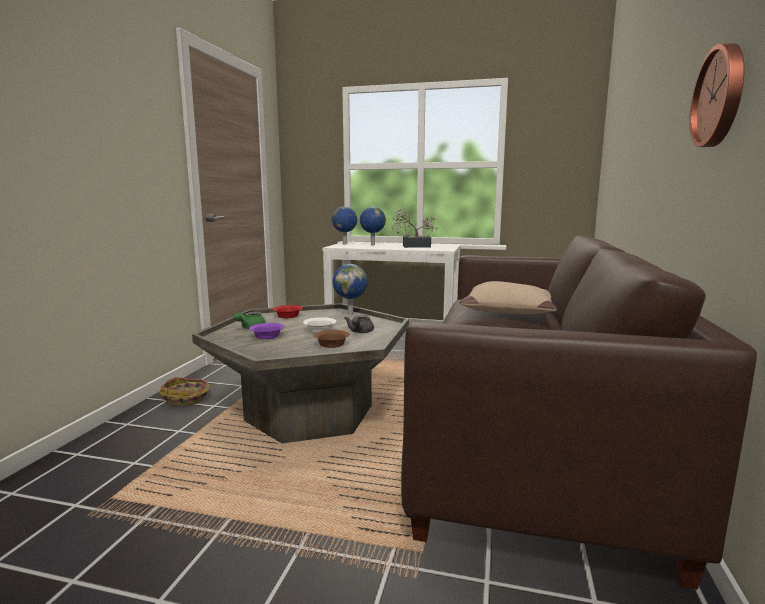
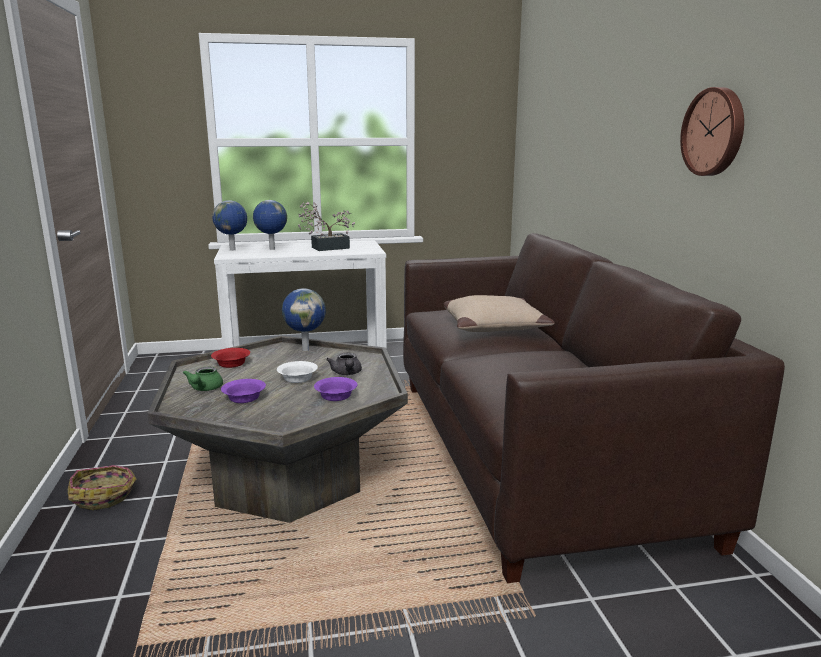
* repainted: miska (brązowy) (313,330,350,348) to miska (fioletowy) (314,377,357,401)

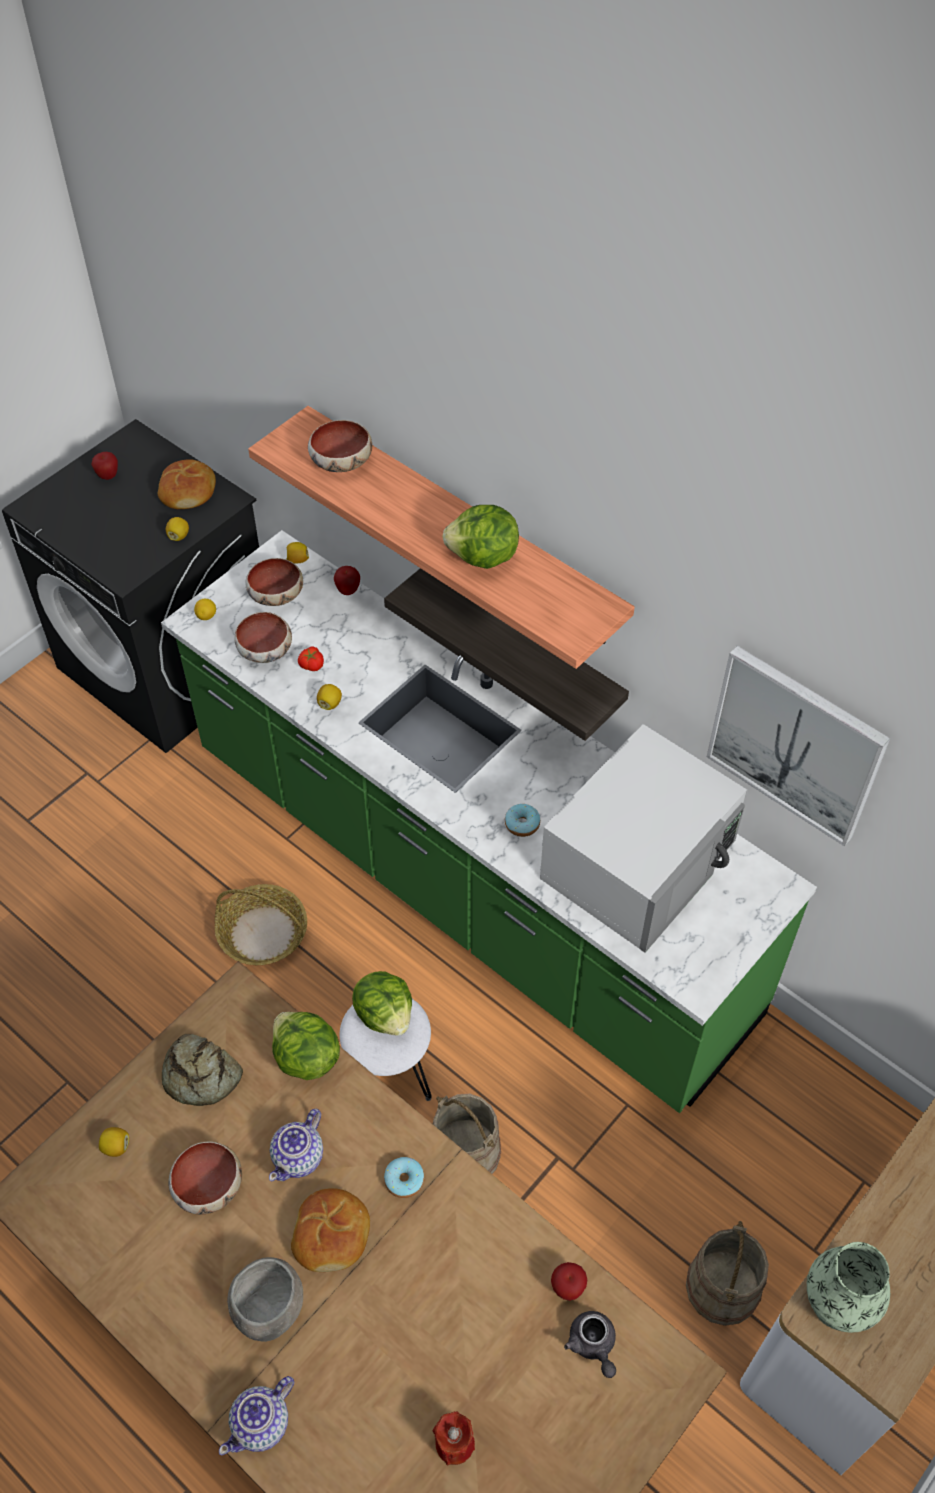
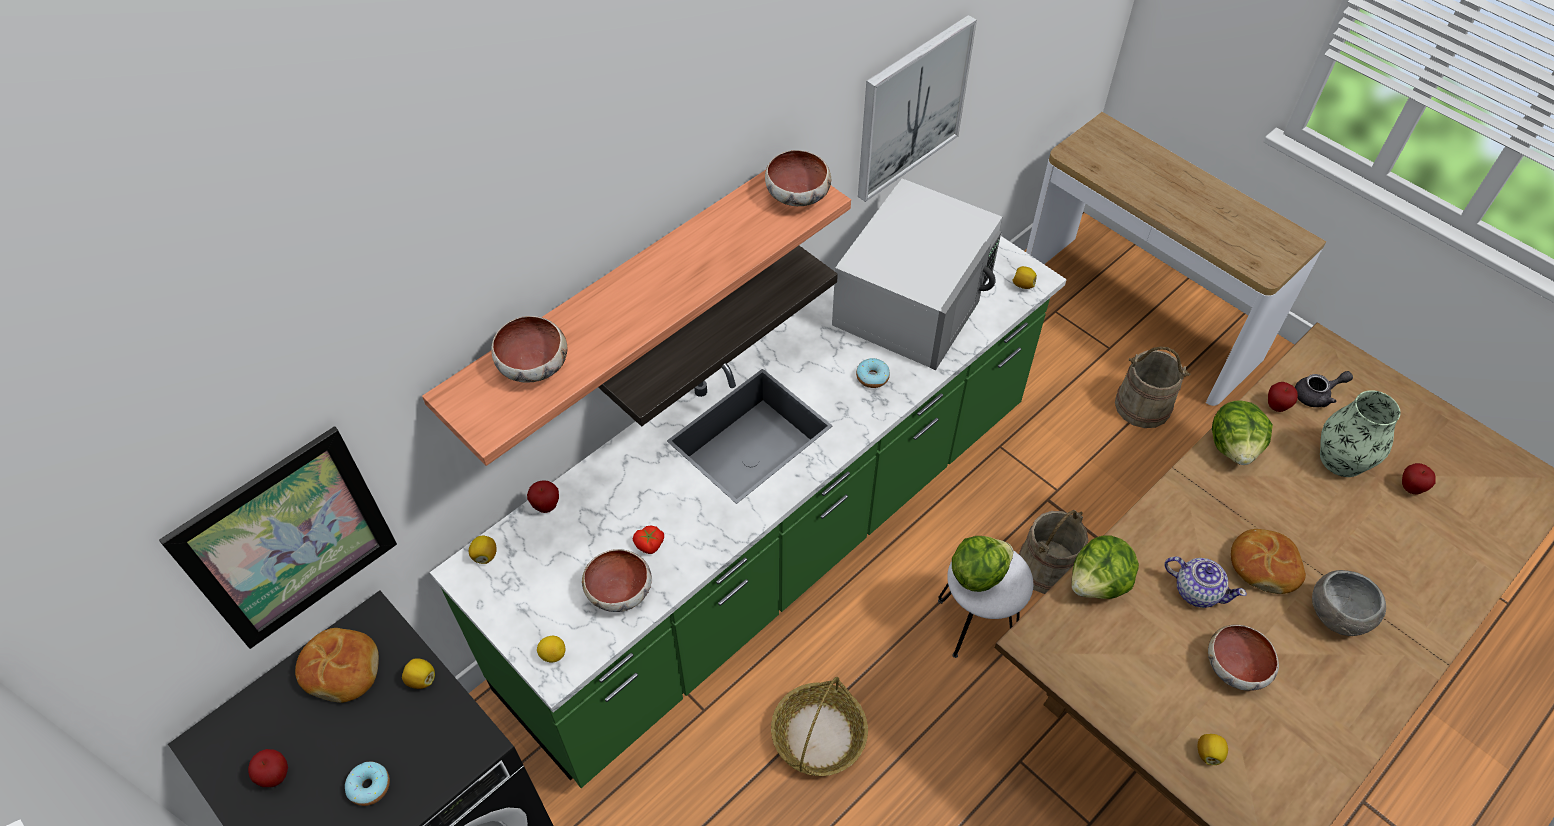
* gone: chleb (162,1034,243,1106)
* gone: imbryk (219,1376,294,1455)
* shifted: miska (245,558,303,606) to (765,150,831,206)
* shifted: cytryna (317,684,342,710) to (1013,266,1037,289)
* shifted: donut (384,1157,424,1198) to (345,762,390,806)
* swapped: świeca (czerwony) (433,1411,475,1466) to jabłko (1402,463,1436,494)
* shifted: sałata (442,505,519,569) to (1212,400,1273,465)
* rotated: mikrofalówka (biały) (540,724,747,953) = (832,178,1002,370) 75 degrees clockwise
* shifted: wazon (807,1242,890,1333) to (1320,390,1401,477)
* new: obraz (159,426,397,649)

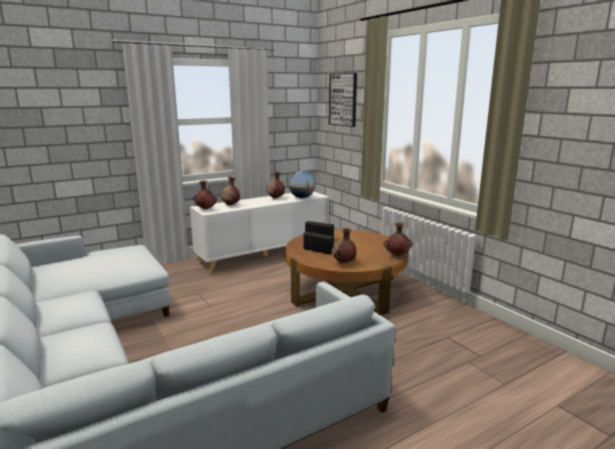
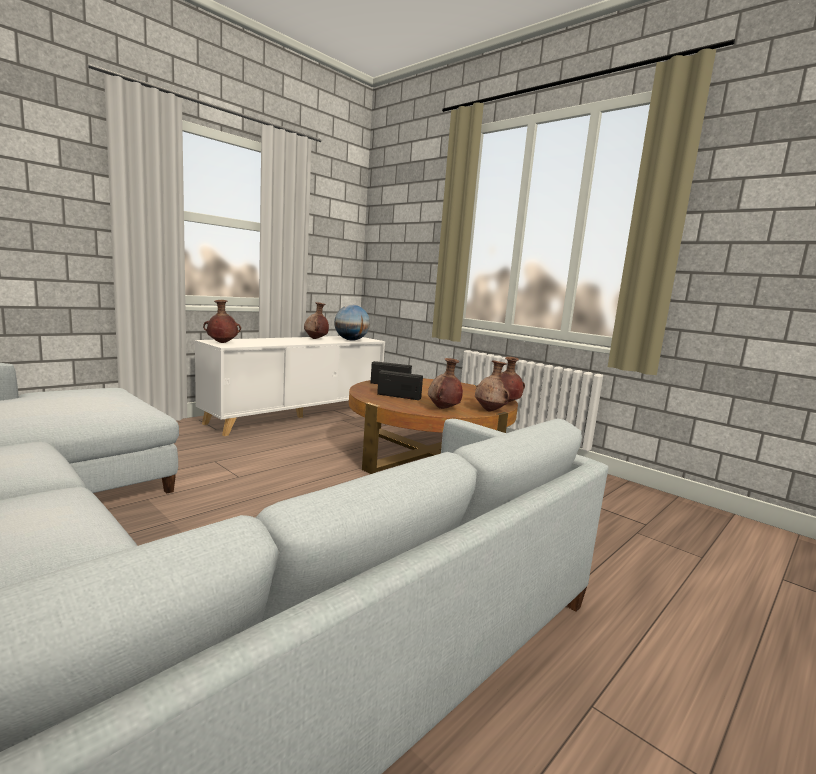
* shifted: wazon (brązowy) (221,177,240,206) to (475,360,510,412)
* gone: obraz (329,73,357,127)

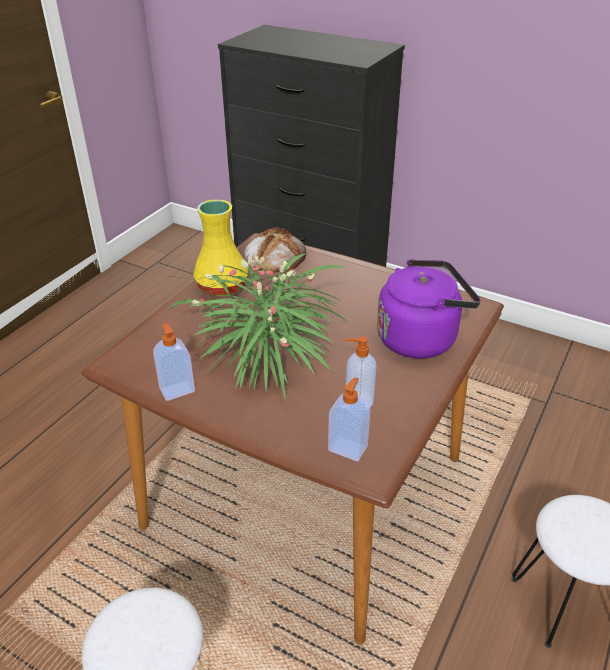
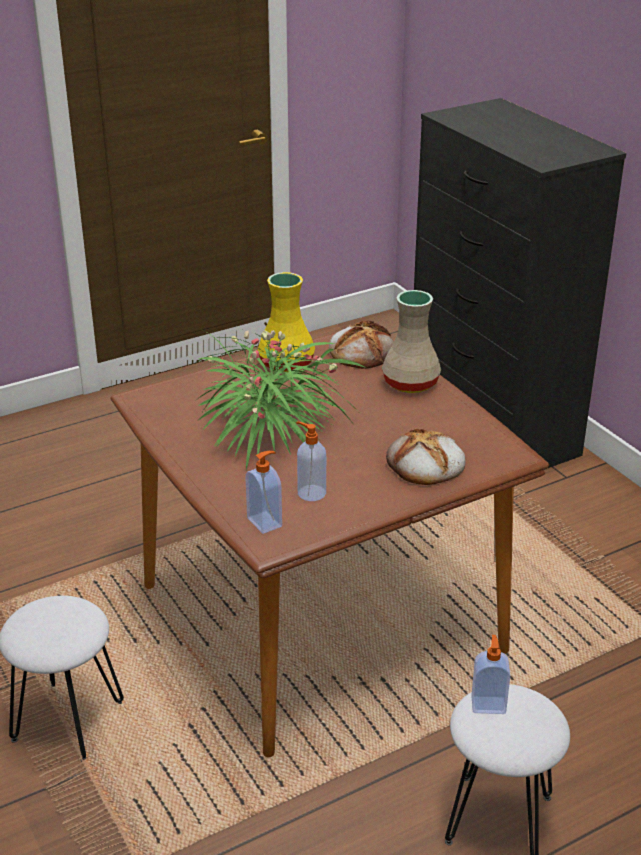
* shifted: dozownik mydła (153,323,195,401) to (471,635,510,714)
* swapped: czajnik (fioletowy) (377,259,481,359) to chleb (386,429,466,485)
* new: wazon (beżowy) (382,290,441,393)

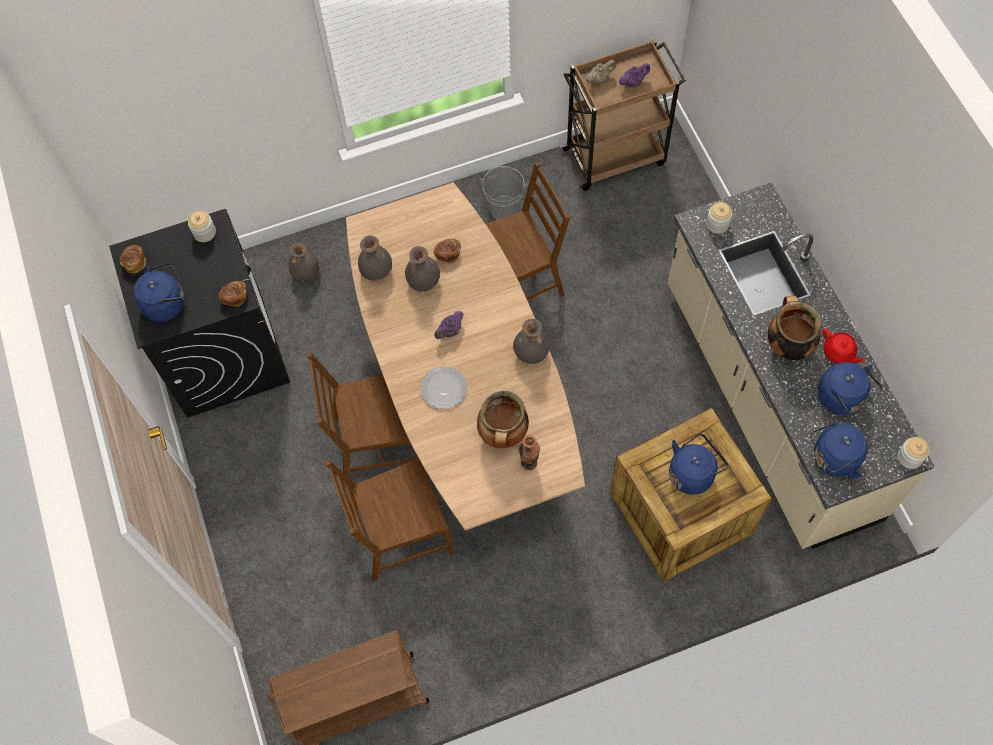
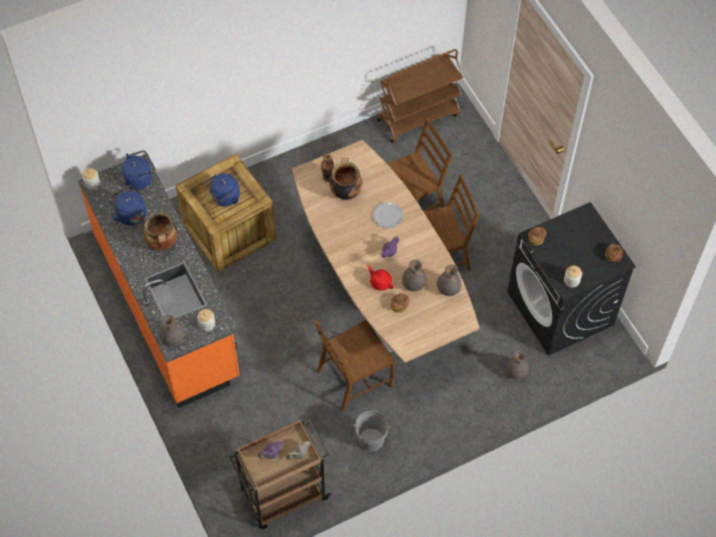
* gone: czajnik (niebieski) (133,263,184,322)
* shifted: wazon (szary) (513,319,549,364) to (159,315,185,347)
* repainted: zabudowa kuchenna (beżowy) (668,182,934,549) to zabudowa kuchenna (pomarańczowy) (78,154,239,408)
* shifted: imbryk (czerwony) (822,329,865,364) to (367,265,394,291)

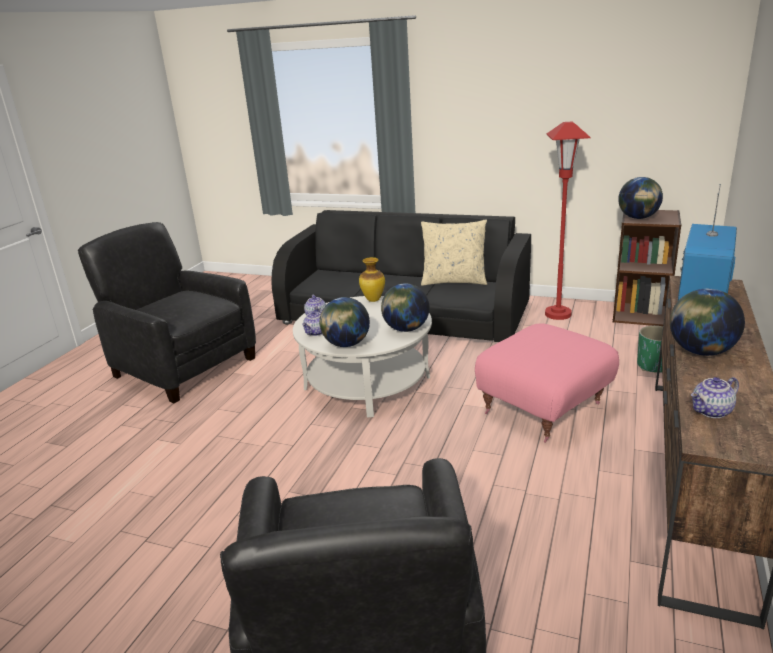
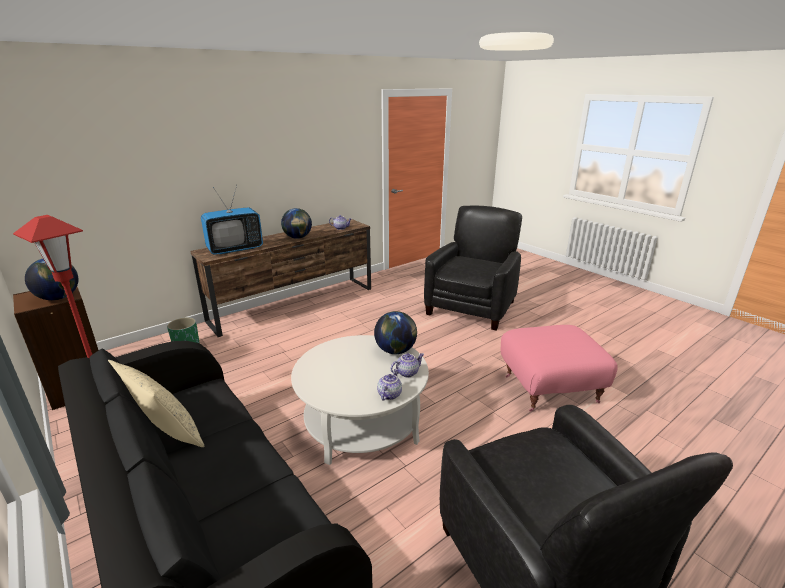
* gone: wazon (359,257,385,302)
* gone: globus (381,283,430,332)
* shifted: pufa (różowy) (475,324,619,443) to (501,325,618,412)

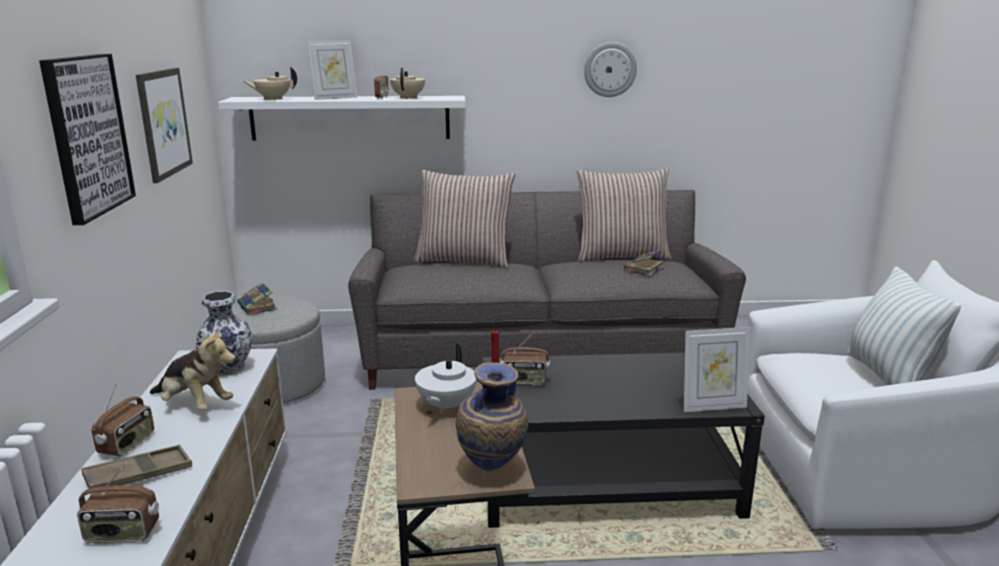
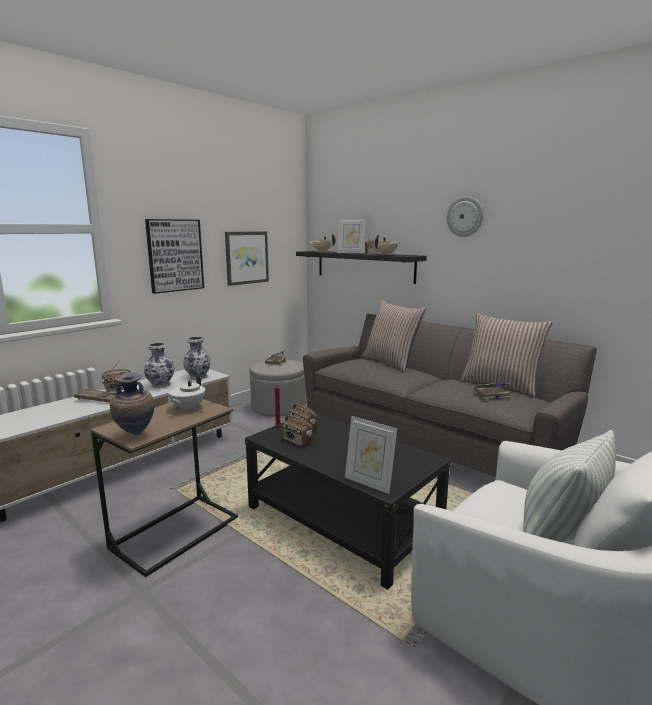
* shifted: radio (77,463,159,543) to (282,408,313,446)
* swapped: pluszak (150,326,236,411) to wazon (144,343,175,388)
* repainted: półka (biały) (218,96,465,141) to półka (czarny) (296,251,427,284)
* rotated: imbryk (biały) (415,343,477,414) = (169,373,205,411) 45 degrees counterclockwise
* shifted: zegar ścienny (584,42,637,97) to (447,196,483,237)

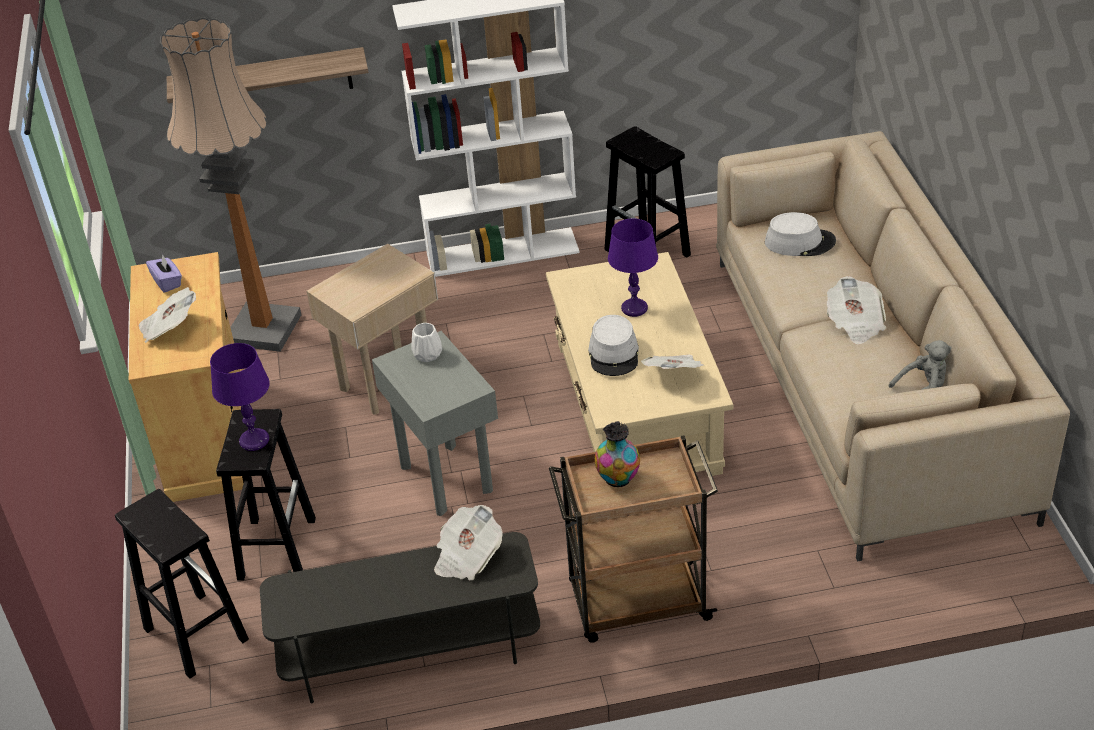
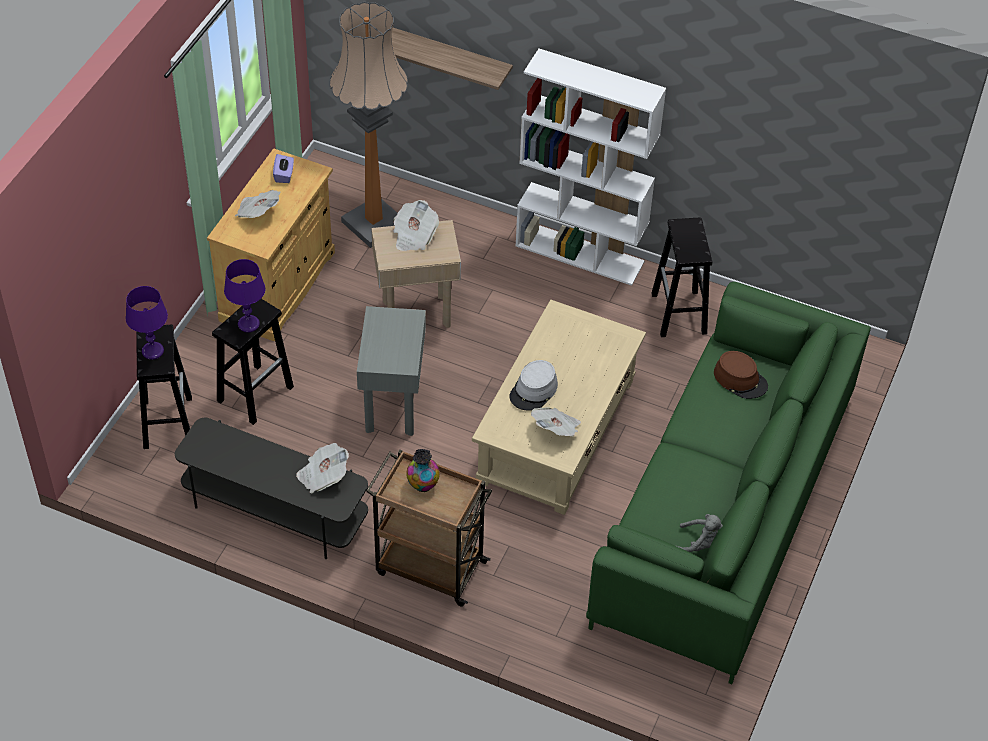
* gone: wazon (biały) (411,323,442,362)
* shifted: lampa stołowa (fioletowy) (608,218,658,317) to (126,286,168,360)
* repainted: kanapa (beżowy) (716,131,1070,561) to kanapa (zielony) (586,282,871,684)
* repainted: kapelusz (szary) (765,212,836,256) to kapelusz (brązowy) (714,351,768,399)
* shifted: gazeta (827,276,886,345) to (393,200,439,251)

